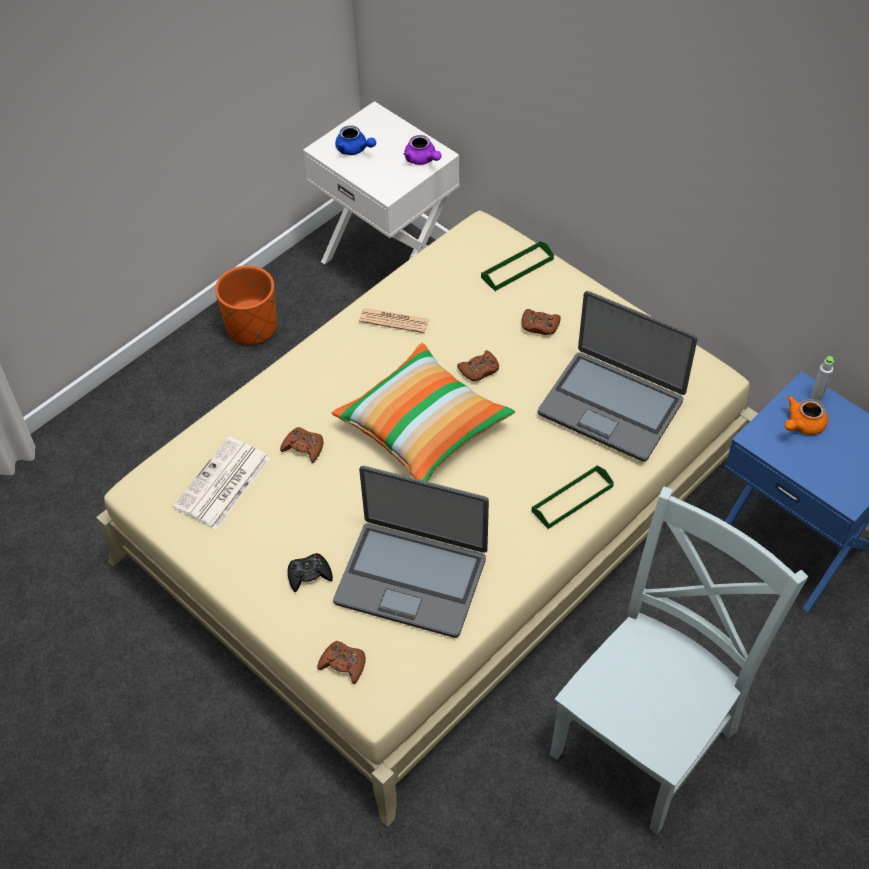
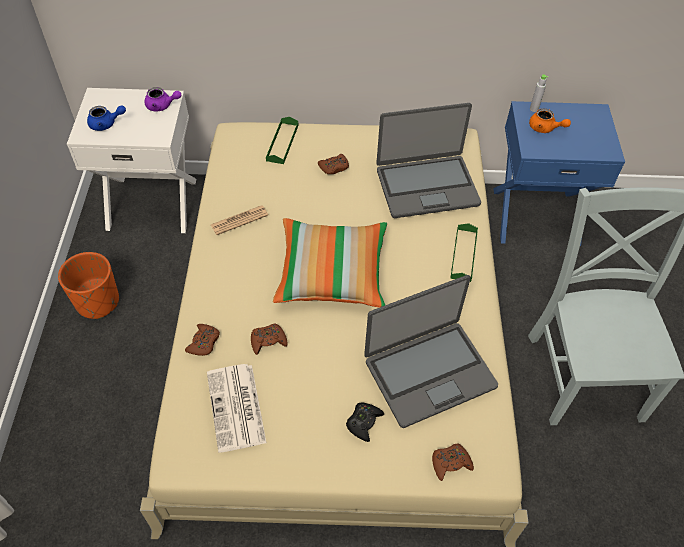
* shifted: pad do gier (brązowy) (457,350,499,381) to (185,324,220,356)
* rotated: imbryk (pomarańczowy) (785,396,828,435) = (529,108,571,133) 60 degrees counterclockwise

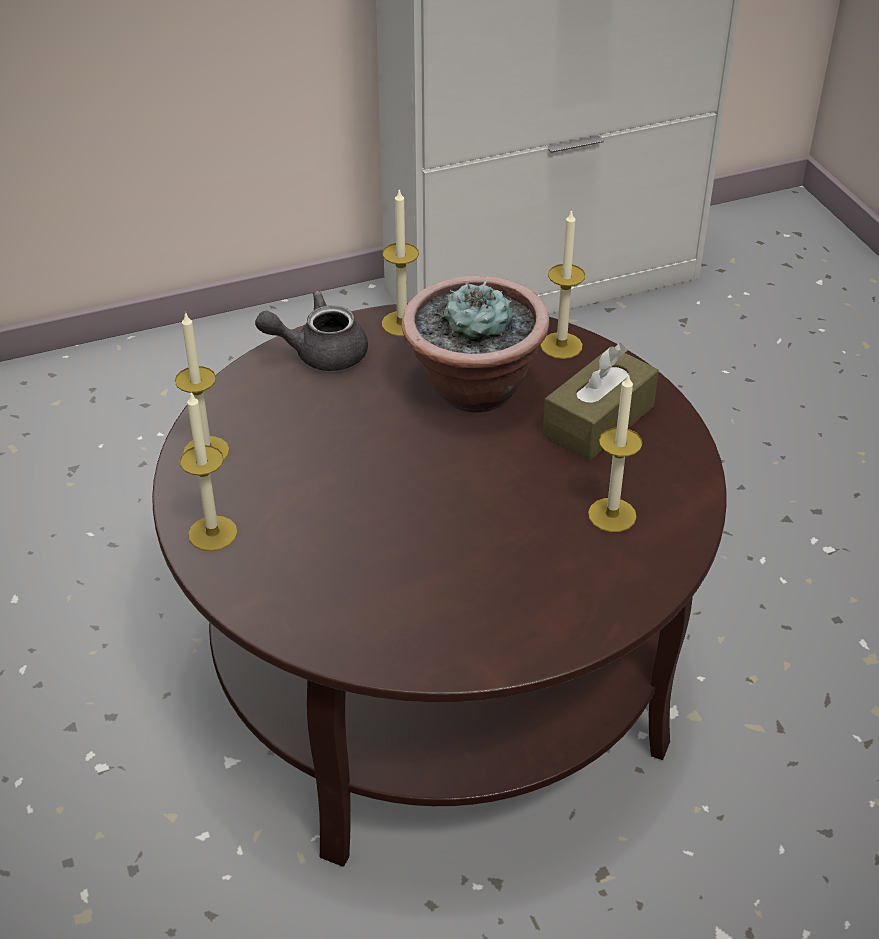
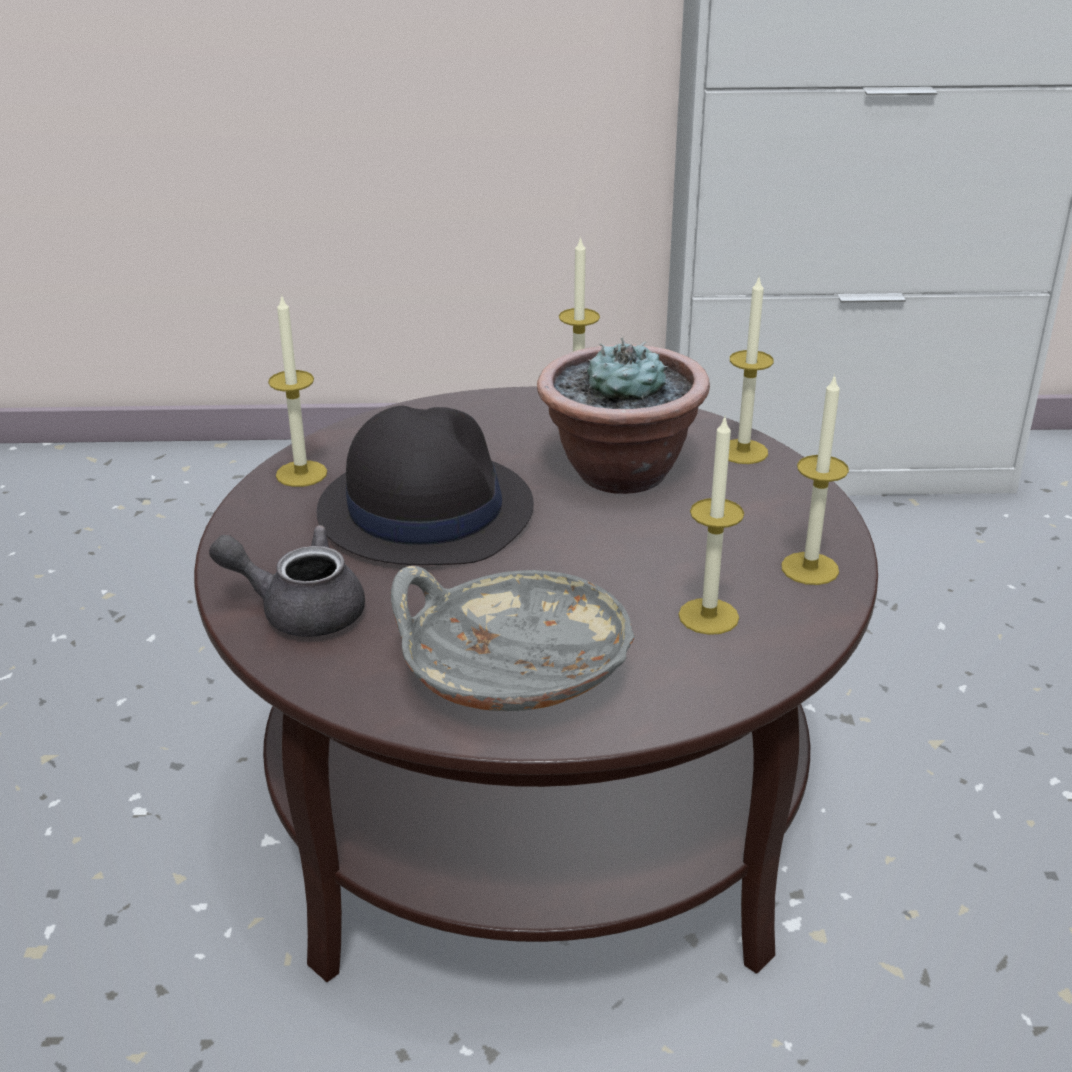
* shifted: świeca (180,392,238,551) to (781,374,849,585)
* shifted: imbryk (szary) (255,291,368,371) to (209,525,365,637)
* gone: pudełko chusteczek (brązowy) (543,343,659,461)
* new: kapelusz (czarny) (317,406,534,565)
* new: miska (szary) (391,566,635,711)

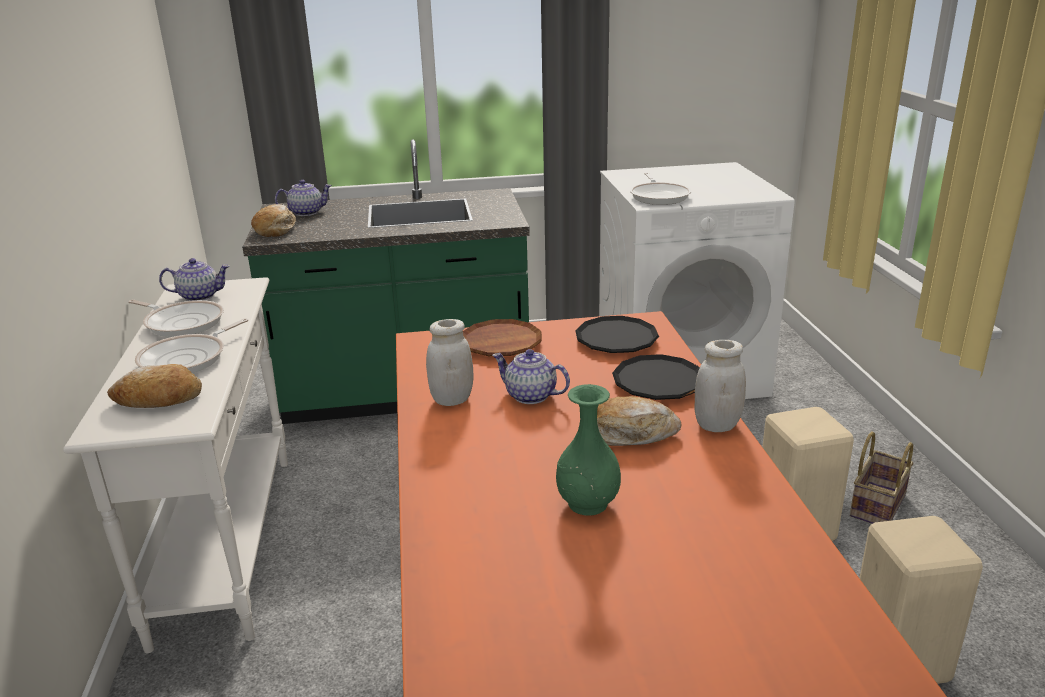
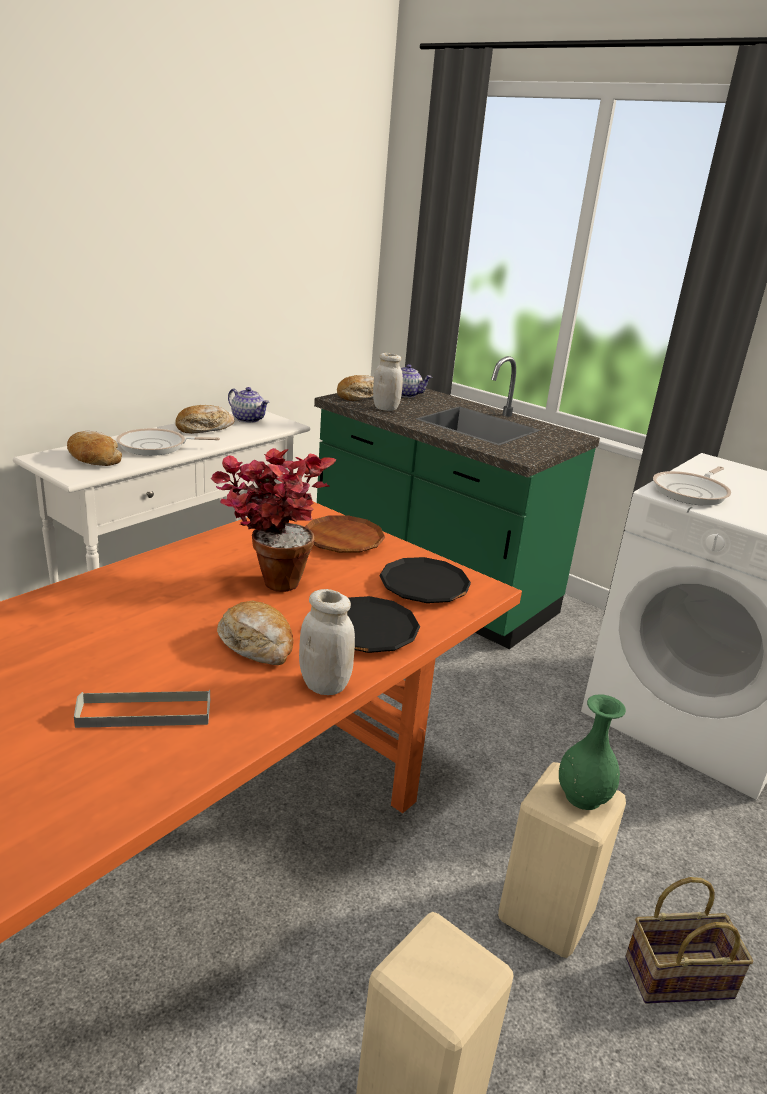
* swapped: patelnia (128,300,224,337) to chleb (175,405,234,434)
* shifted: słoik (biały) (426,319,474,406) to (373,353,403,411)
* swapped: imbryk (493,349,570,404) to roślina doniczkowa (211,448,336,592)
* shifted: wazon (zielony) (556,384,621,516) to (559,694,626,810)
* new: taca (szary) (74,690,210,728)

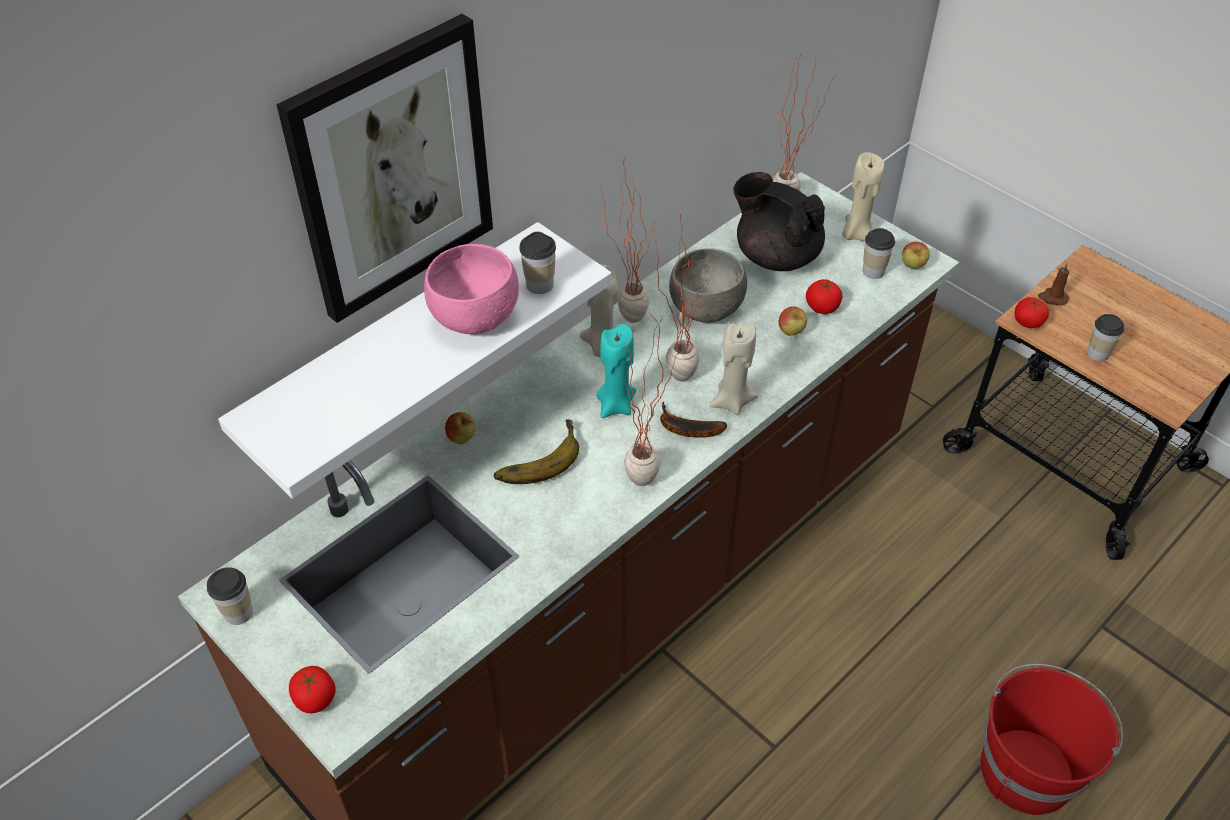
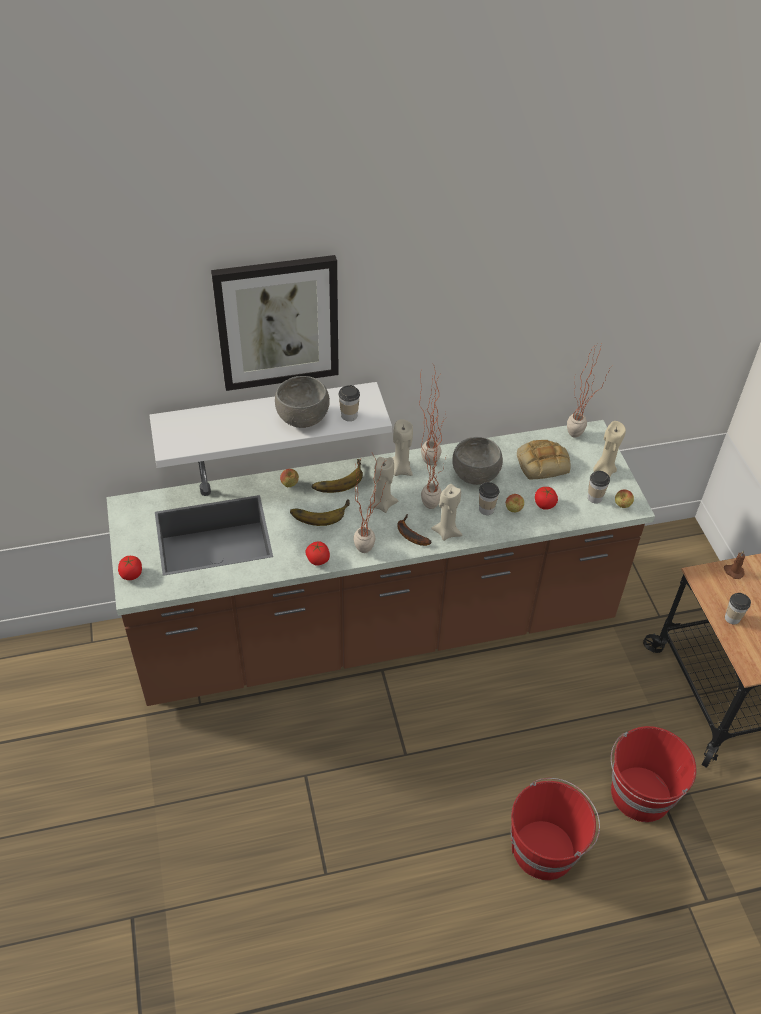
* shifted: filiżanka (207,567,253,625) to (479,482,499,515)
* repainted: miska (różowy) (424,244,519,334) to miska (szary) (275,376,330,428)
* repainted: świeca (turkusowy) (596,324,636,418) to świeca (beżowy) (368,457,398,513)
* swapped: imbryk (czarny) (733,172,825,271) to chleb (517,440,571,479)
* shifted: pomidor (1014,297,1049,328) to (305,541,330,566)
* new: banan (311,459,363,493)
* new: wiadro (czerwony) (611,726,696,822)

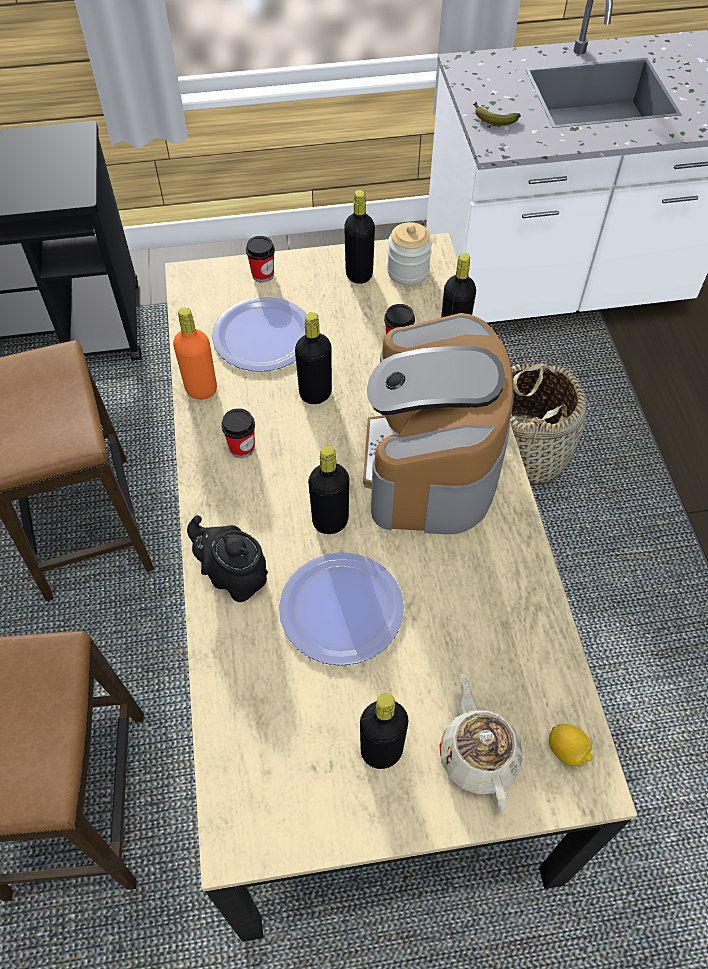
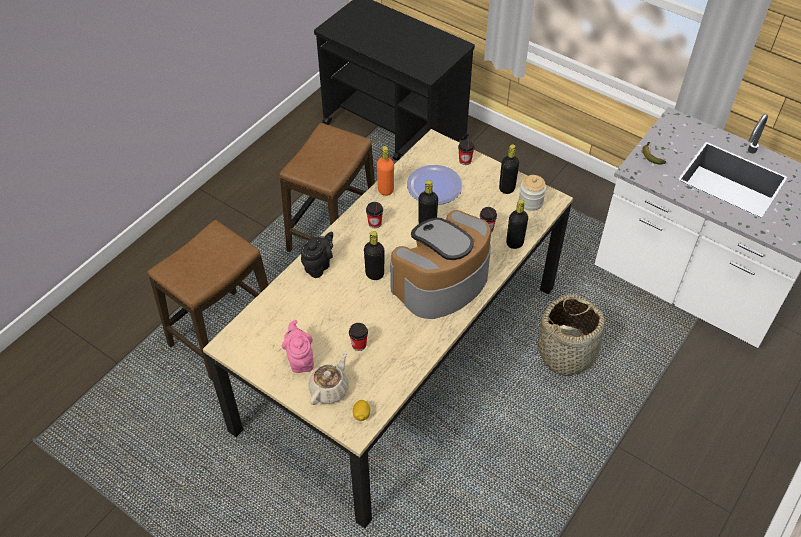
* rotated: imbryk (czarny) (187,515,268,602) = (301,232,333,278) 45 degrees clockwise
* gone: talerz (279,552,404,666)
* swapped: butelka (czarny) (360,693,408,769) to imbryk (różowy) (282,320,314,373)
* new: filiżanka (349,323,368,351)

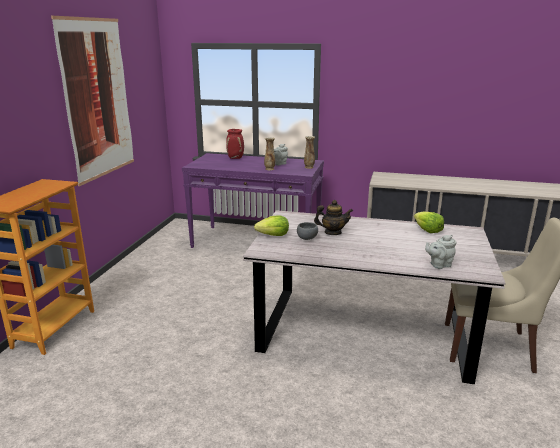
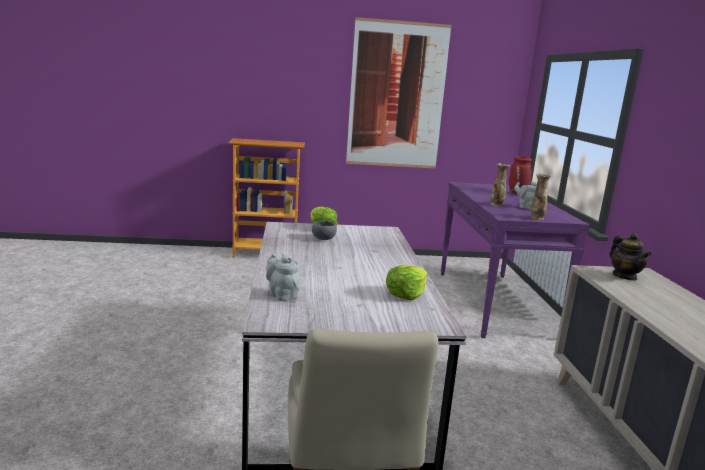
* shifted: imbryk (314,200,353,235) to (609,233,652,281)

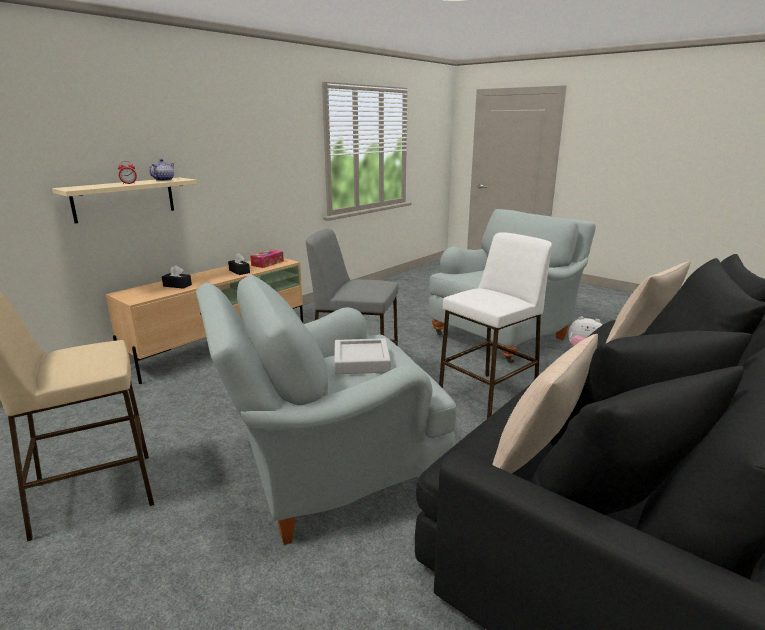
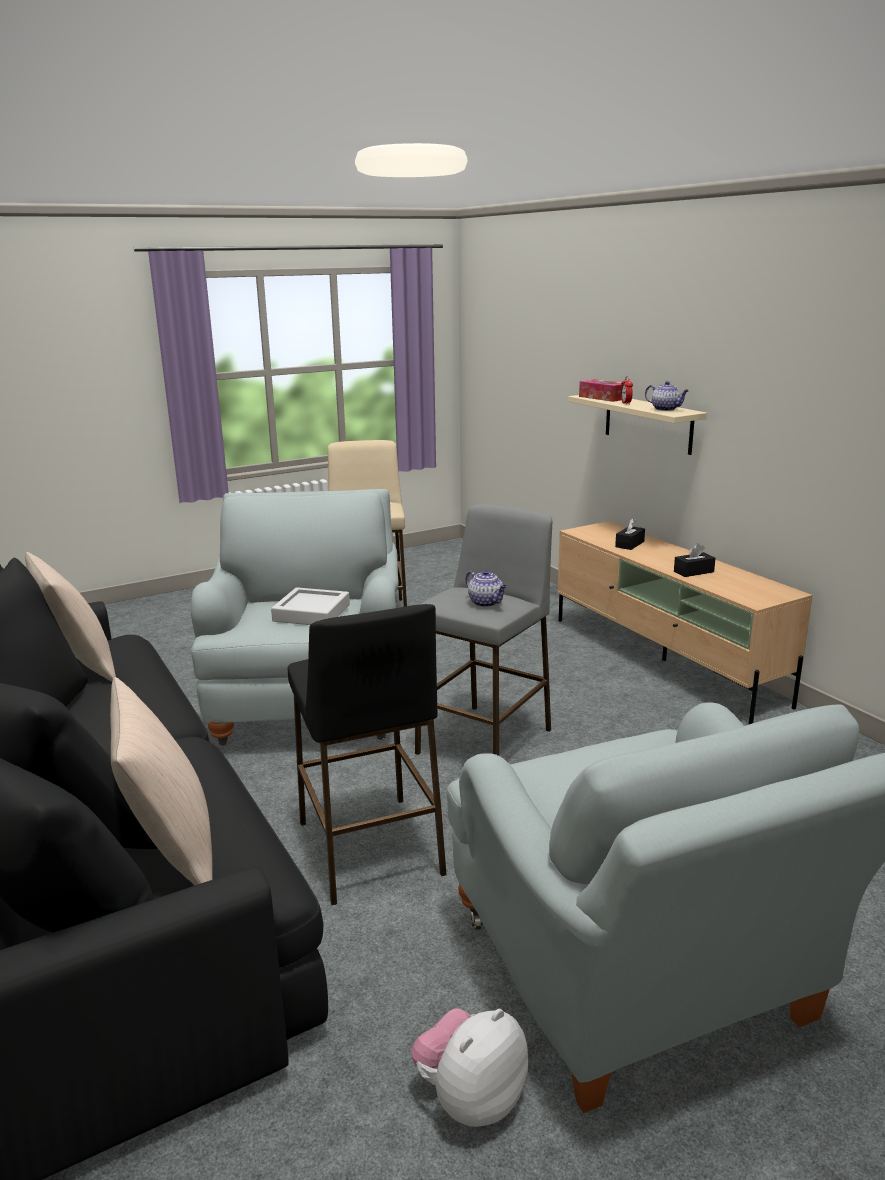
* shifted: pudełko chusteczek (250,250,284,268) to (579,379,622,402)
* repainted: stołek (biały) (439,232,552,419) to stołek (czarny) (288,604,447,905)
* new: imbryk (466,570,507,607)

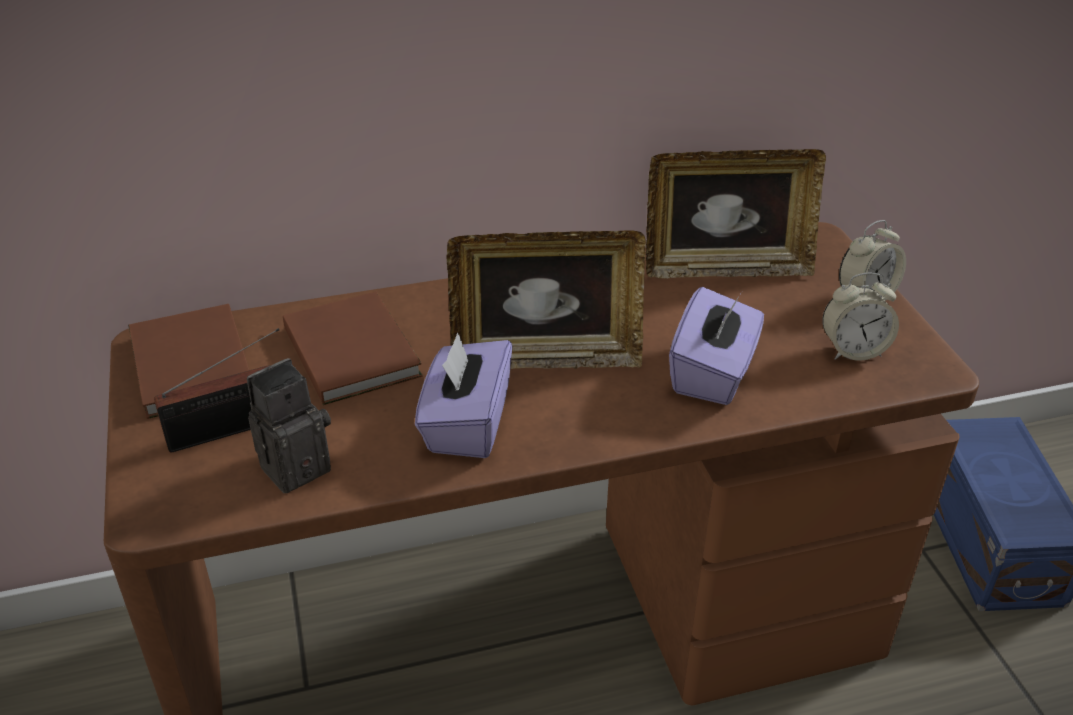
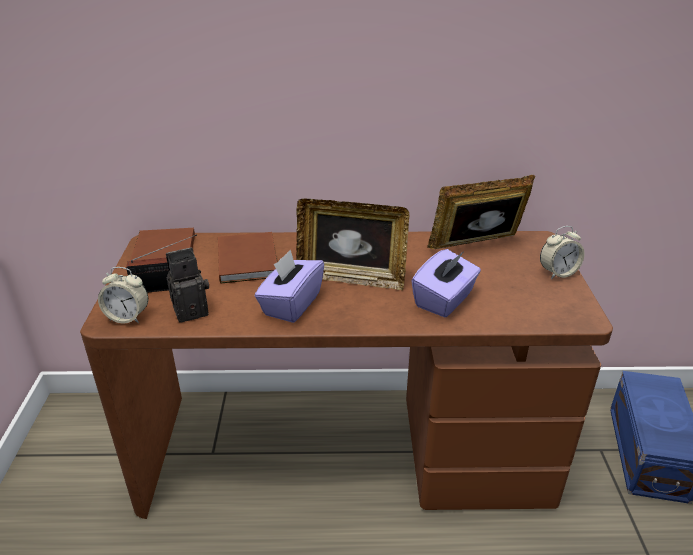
* rotated: ramka na zdjęcie (646,149,826,279) = (427,175,535,249) 150 degrees clockwise
* shifted: budzik (822,273,899,361) to (98,267,148,323)

